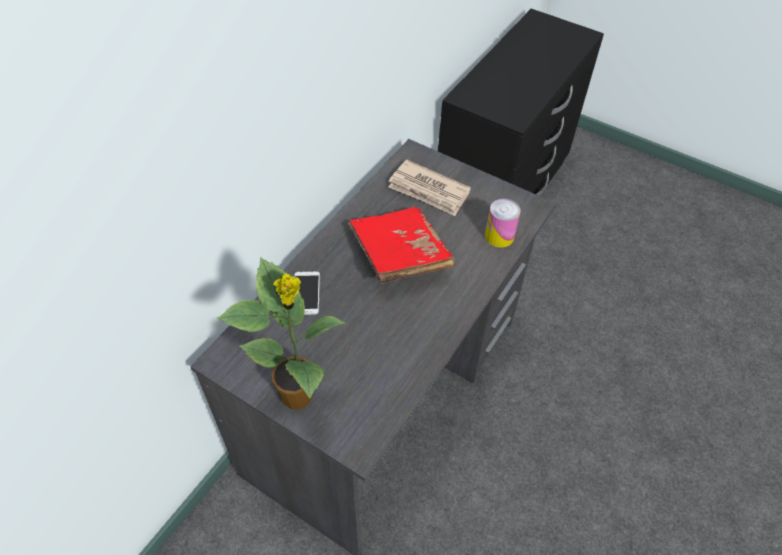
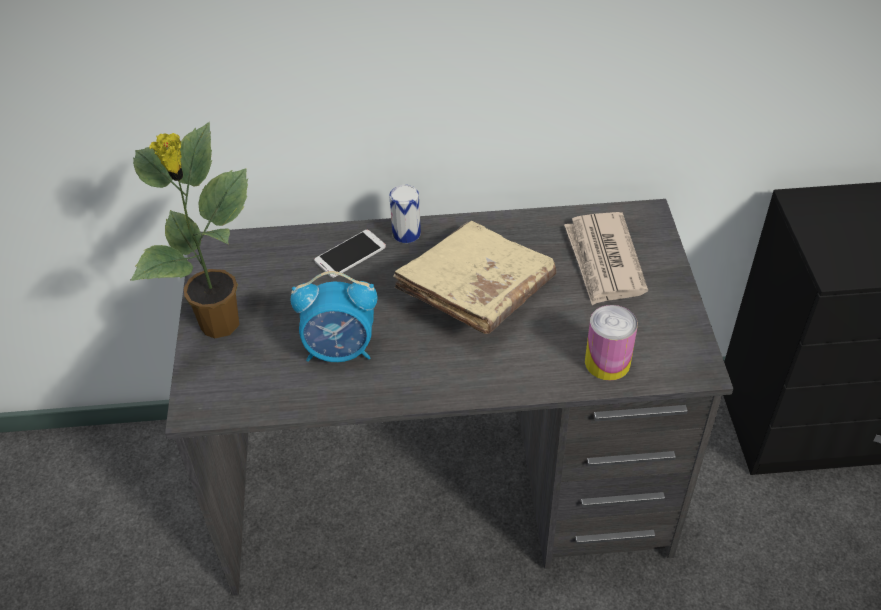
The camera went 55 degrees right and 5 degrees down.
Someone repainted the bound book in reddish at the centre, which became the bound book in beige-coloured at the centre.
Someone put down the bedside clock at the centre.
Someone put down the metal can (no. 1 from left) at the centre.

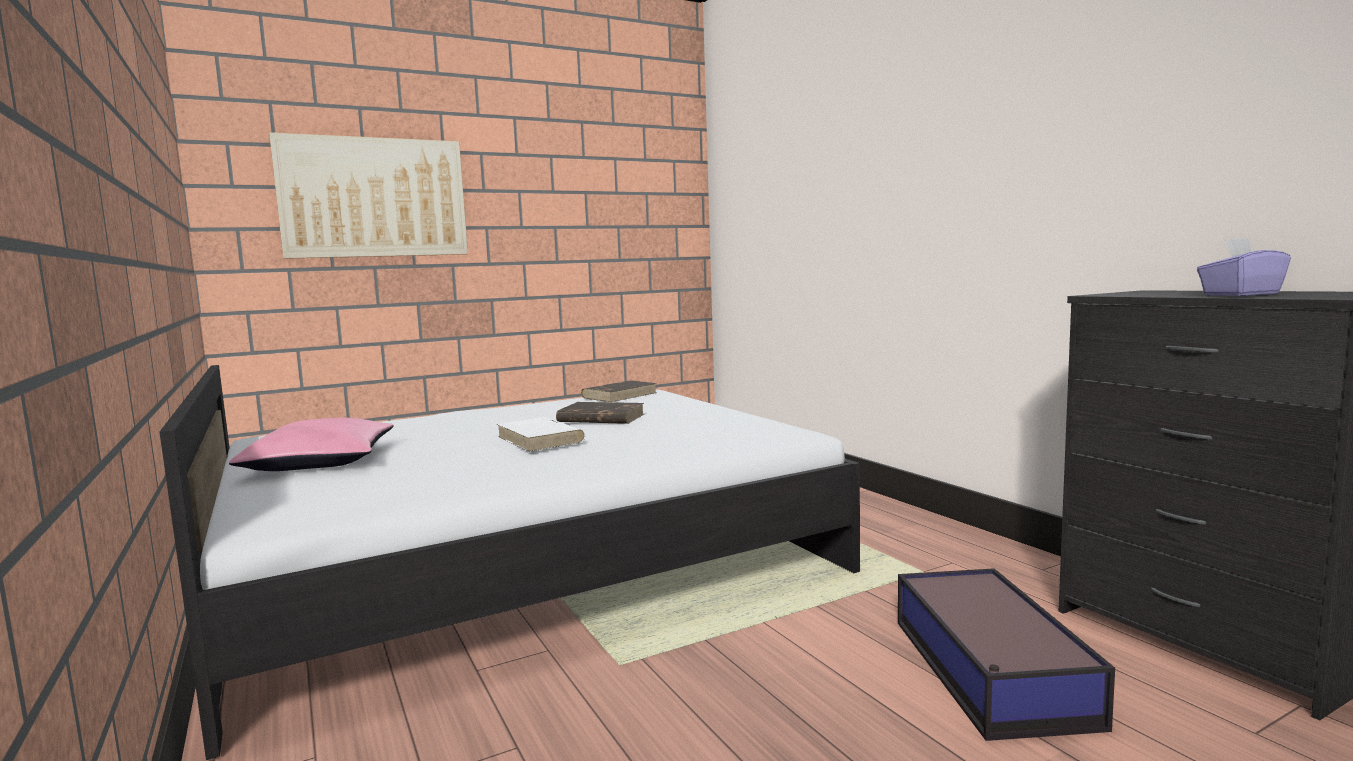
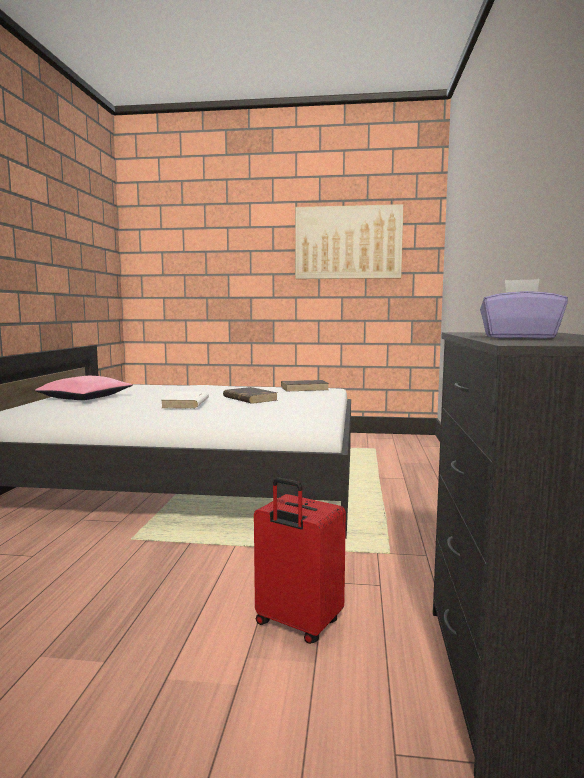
The camera went 35 degrees right and 0 degrees up.
Someone carried the wall picture from the top left to the top centre.
Someone swapped the storage container at the bottom right for the piece of luggage in reddish at the bottom centre.

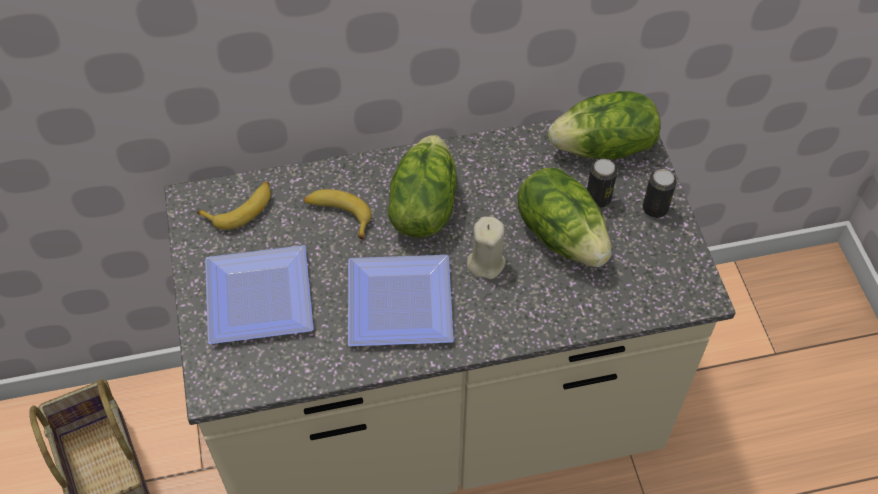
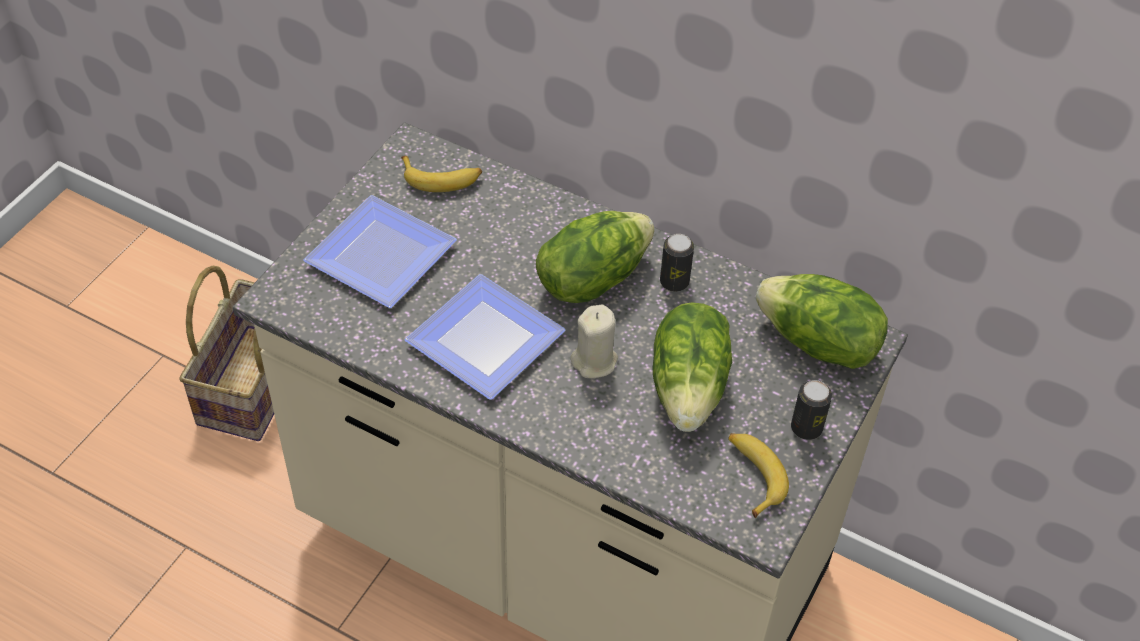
The camera went 40 degrees right and 5 degrees down.
Someone carried the banana (no. 2 from left) from the centre to the bottom centre.
Someone carried the metal can (no. 1 from left) from the middle right to the centre.

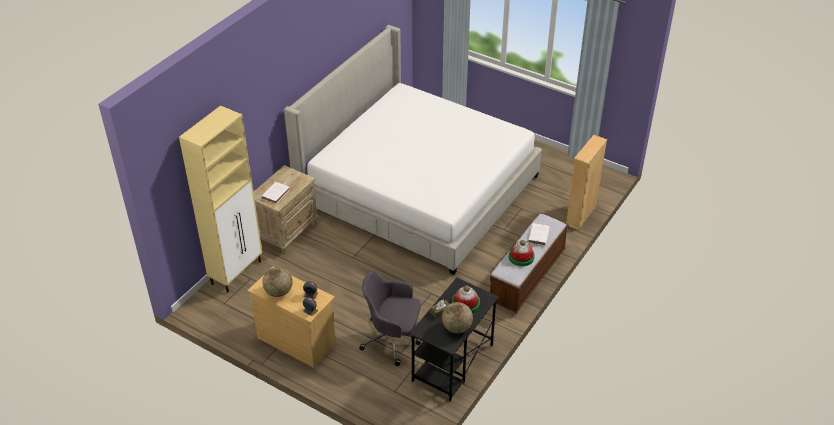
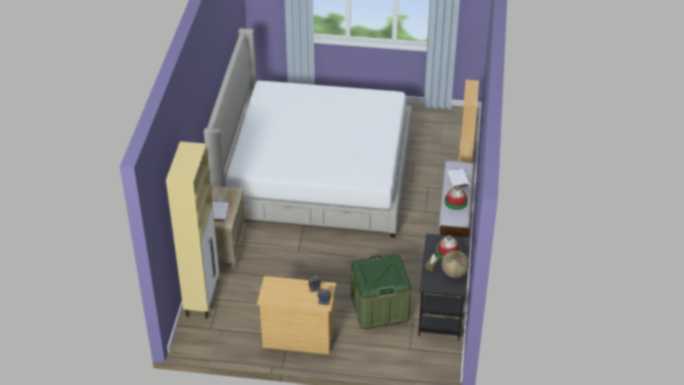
The camera went 25 degrees left and 0 degrees up.
Someone took away the world globe (no. 1 from left) at the middle left.
Someone swapped the office chair in grey at the bottom centre for the storage container in green-coloured at the bottom centre.

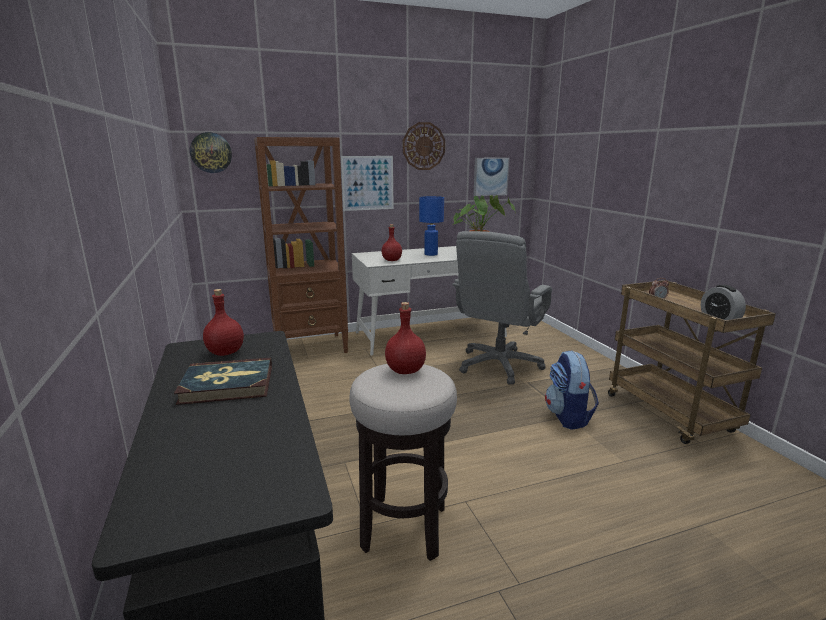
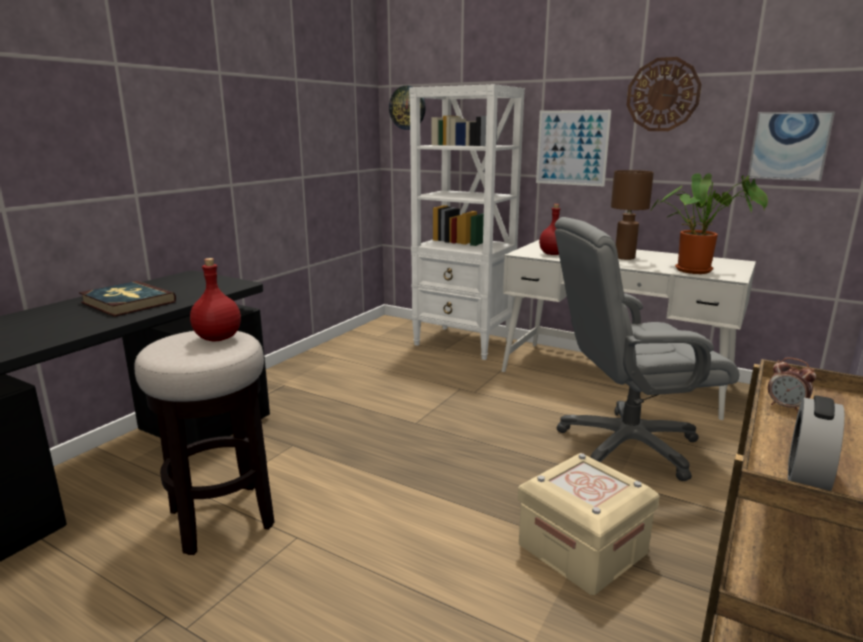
The camera went 50 degrees right and 0 degrees up.
Someone took away the beverage bottle in reddish (no. 1 from left) at the middle left.
Someone repainted the bookshelf in brown-coloured at the centre, which became the bookshelf in white at the centre.
Someone repainted the table lamp in blue-coloured at the centre, which became the table lamp in brown-coloured at the middle right.
Someone swapped the knapsack at the middle right for the storage container in beige-coloured at the bottom right.

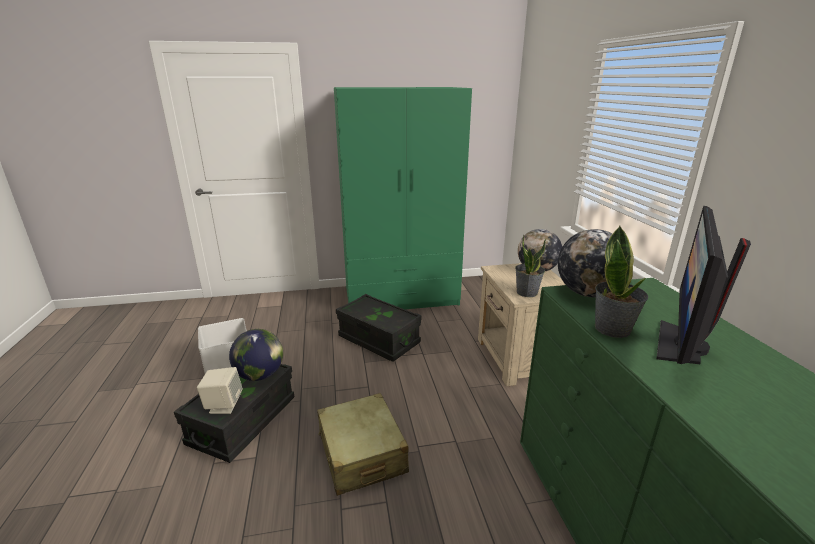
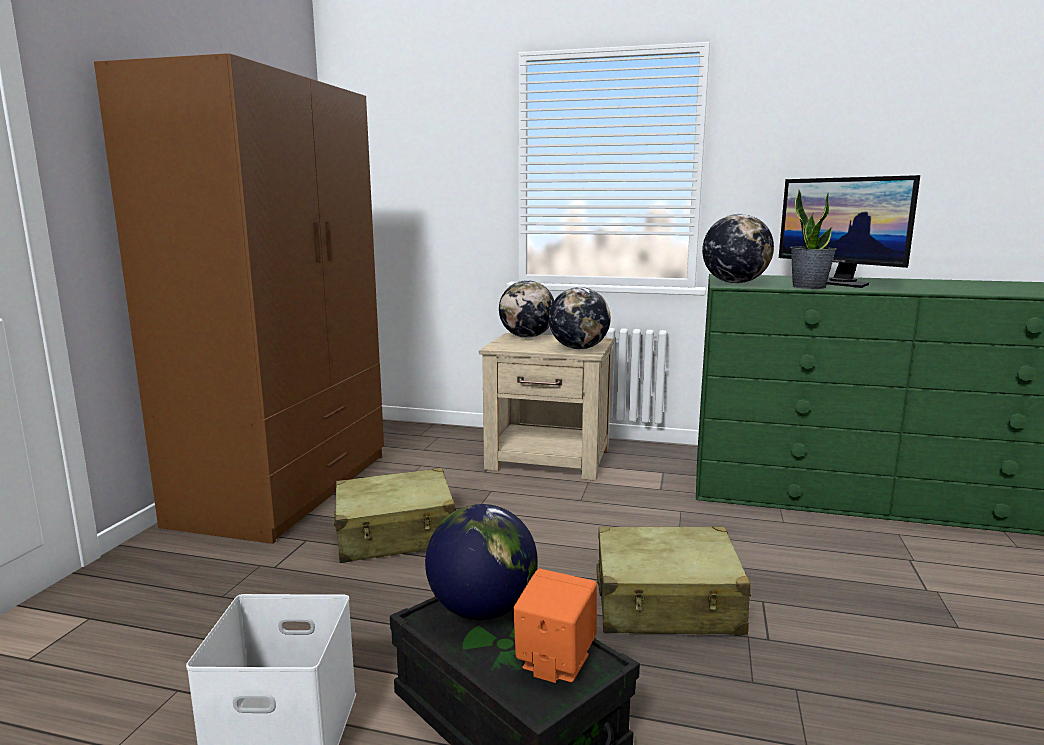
The camera went 65 degrees left and 10 degrees down.
Someone repainted the speaker in beige-coloured at the bottom left, which became the speaker in orange-coloured at the bottom centre.
Someone repainted the clothes cupboard in green-coloured at the centre, which became the clothes cupboard in brown-coloured at the middle left.
Someone swapped the storage container in blackish (no. 2 from left) at the centre for the piece of luggage in beige-coloured (no. 1 from left) at the bottom centre.
Someone swapped the houseplant (no. 1 from left) at the centre for the world globe (no. 3 from left) at the centre.

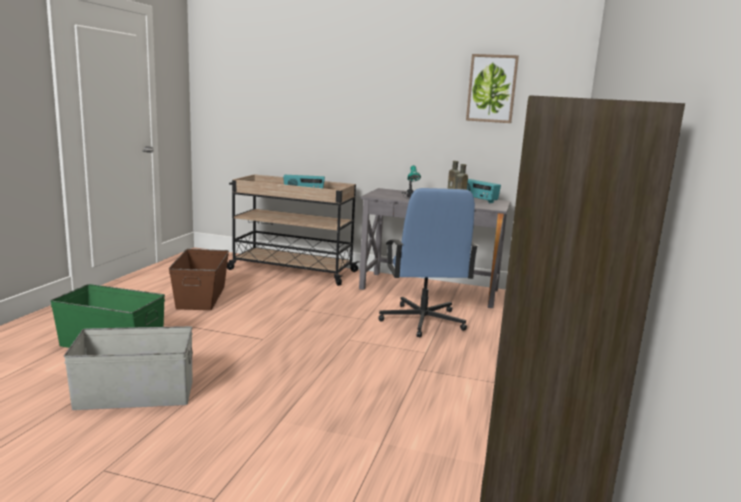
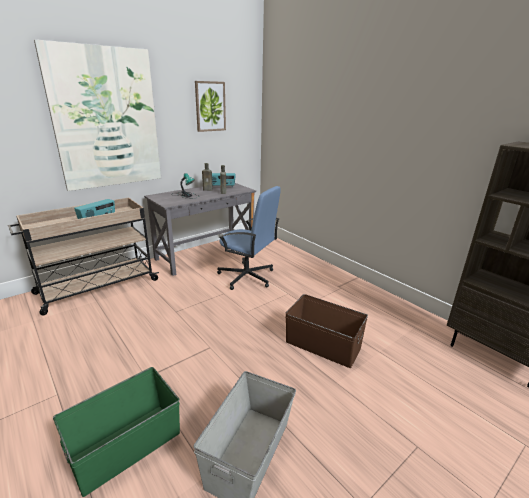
The camera went 55 degrees left and 10 degrees up.
Someone carried the storage container in brown-coloured from the middle left to the centre.
Someone put up the wall picture (no. 1 from left) at the top left.

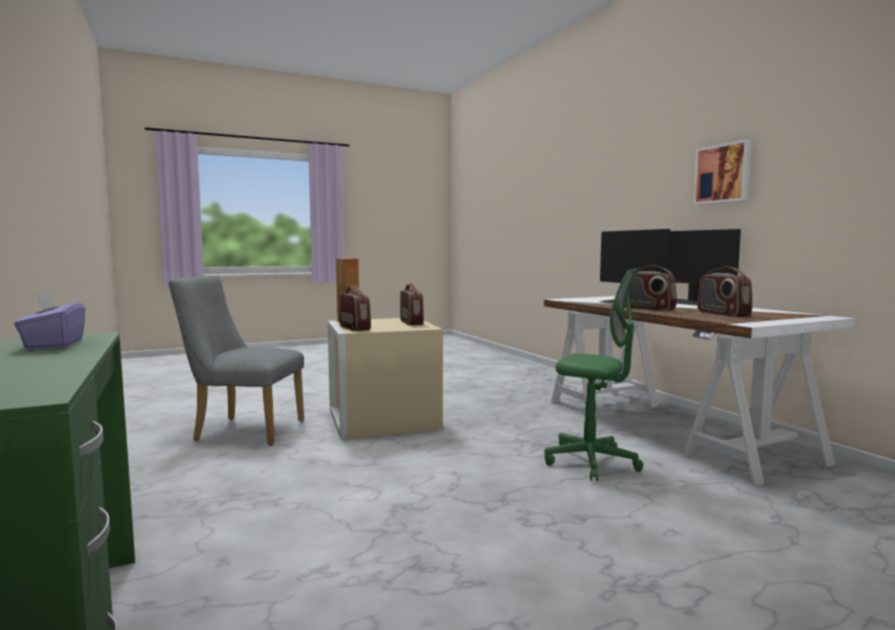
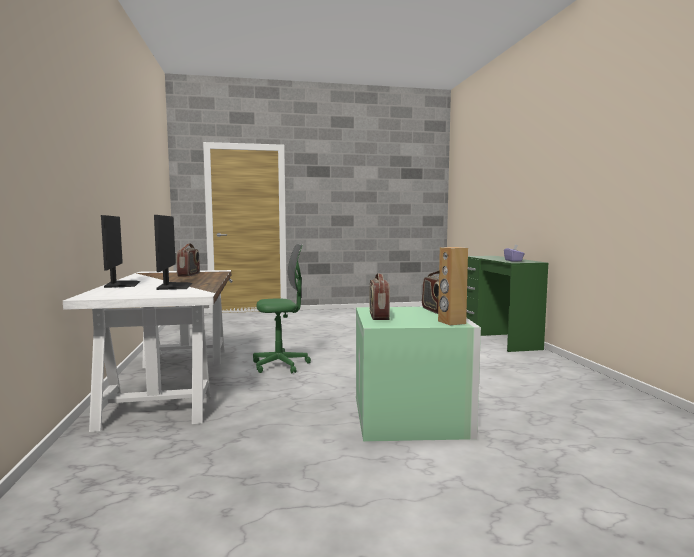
The camera went 165 degrees left and 0 degrees up.
Someone took away the upright chair in grey at the middle left.
Someone repainted the storage container in beige-coloured at the centre, which became the storage container in green-coloured at the bottom centre.
Someone rotated the office chair in green-coloured at the centre by 120 degrees clockwise.
Someone took away the radio (no. 3 from left) at the middle right.
Someone took away the wall picture at the top right.

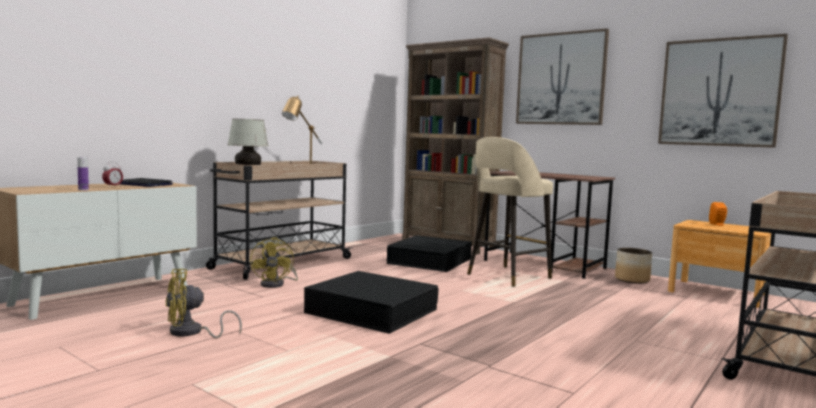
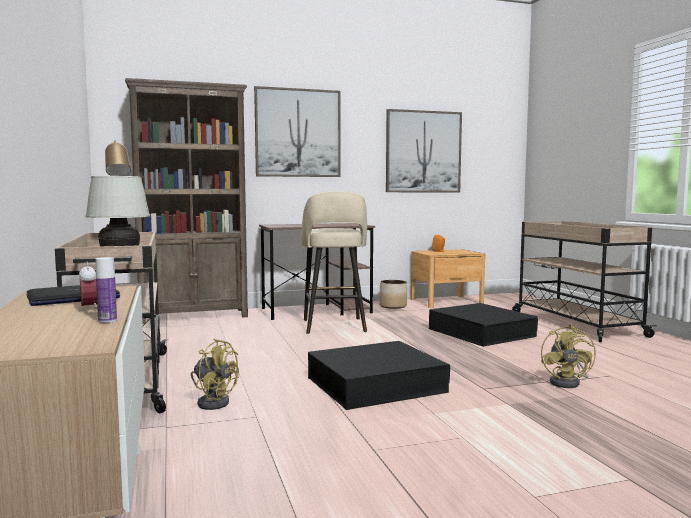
The camera went 55 degrees left and 0 degrees up.
Someone carried the cooling fan in yellow-coloured (no. 1 from left in the first image) from the bottom left to the bottom right.
Someone carried the storage container in blackish (no. 2 from left) from the centre to the middle right.

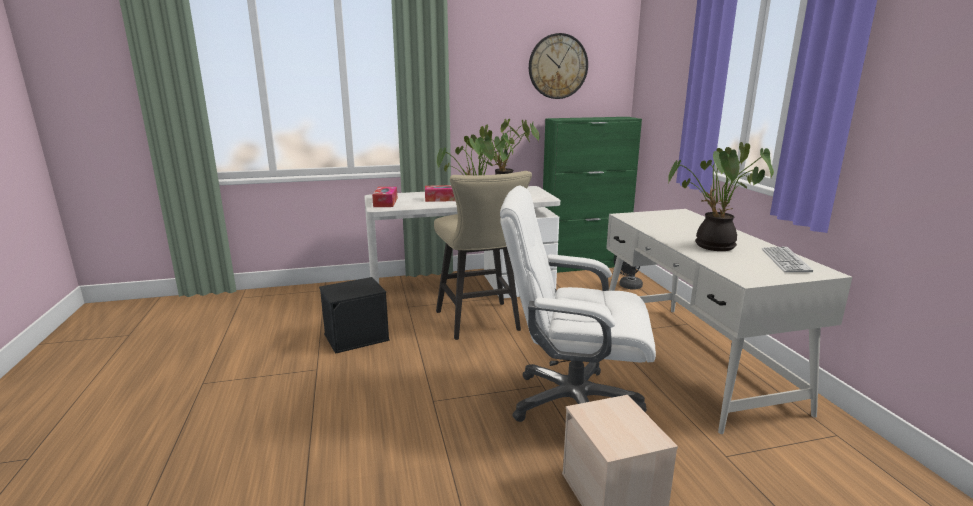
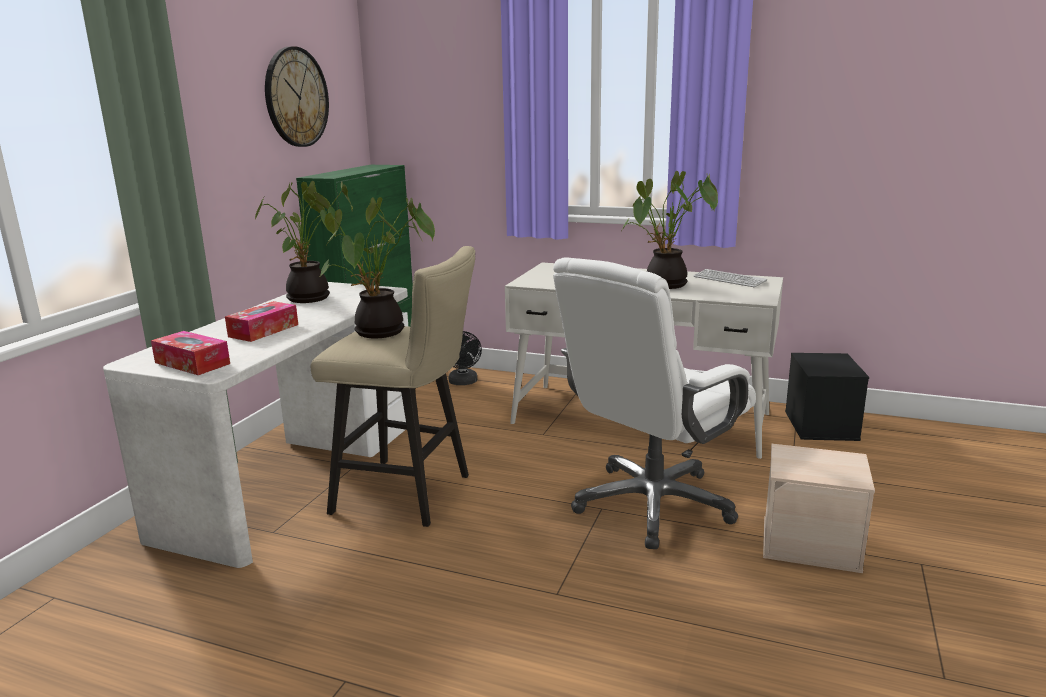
The camera went 55 degrees left and 0 degrees up.
Someone carried the storage container in blackish from the centre to the middle right.

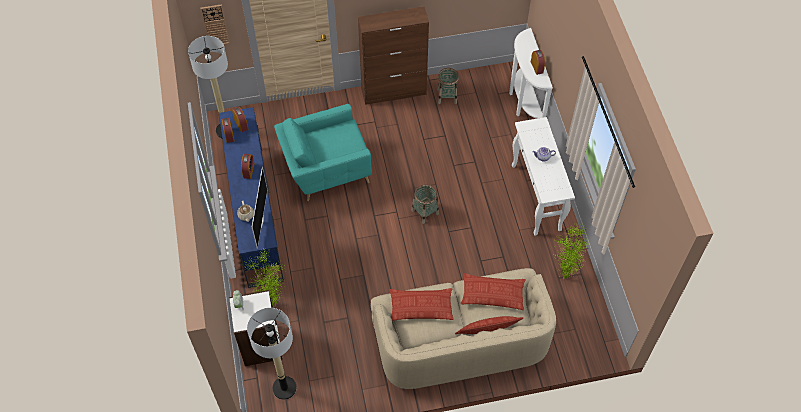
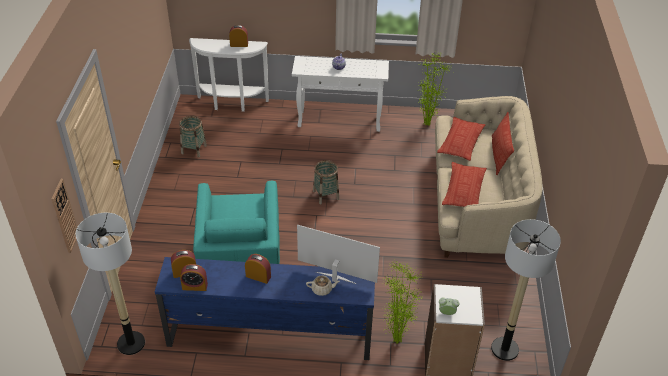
The camera went 75 degrees left and 15 degrees down.
Someone took away the cabinet in brown-coloured at the top centre.

